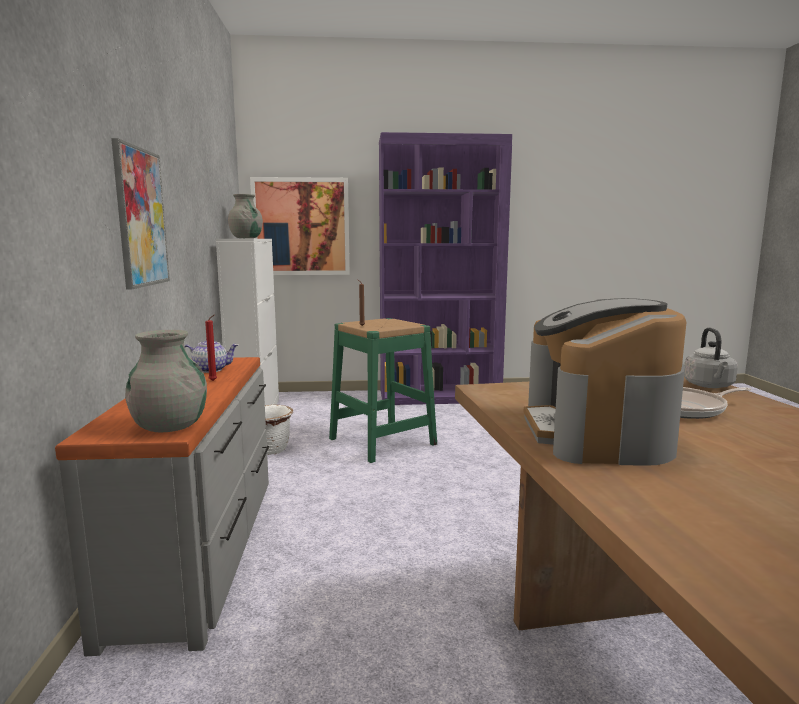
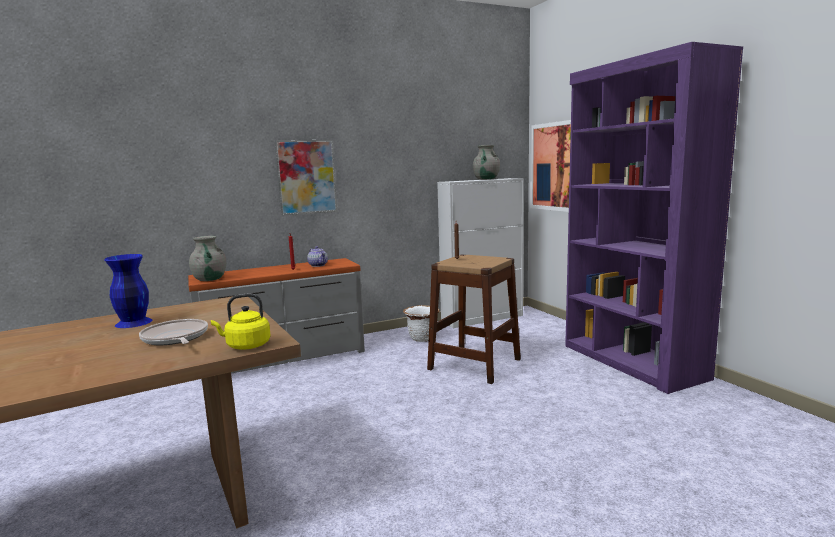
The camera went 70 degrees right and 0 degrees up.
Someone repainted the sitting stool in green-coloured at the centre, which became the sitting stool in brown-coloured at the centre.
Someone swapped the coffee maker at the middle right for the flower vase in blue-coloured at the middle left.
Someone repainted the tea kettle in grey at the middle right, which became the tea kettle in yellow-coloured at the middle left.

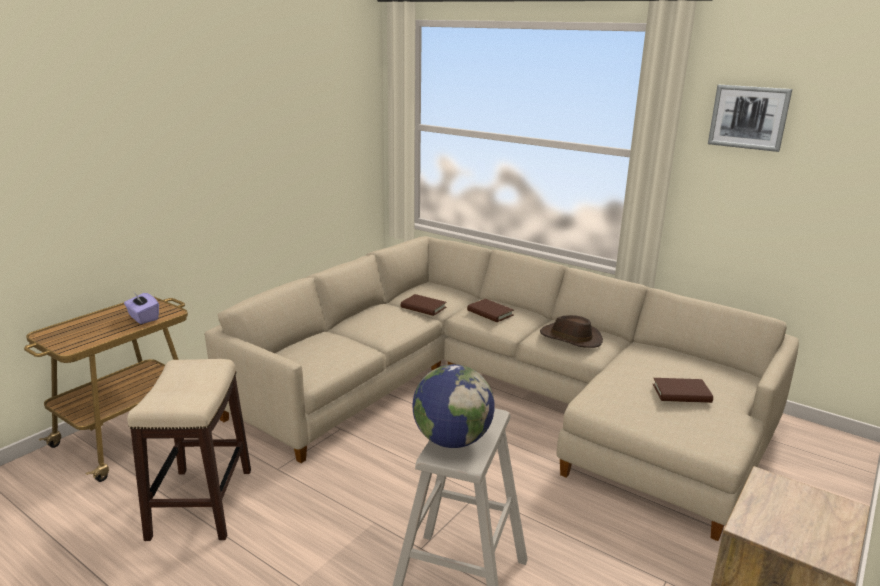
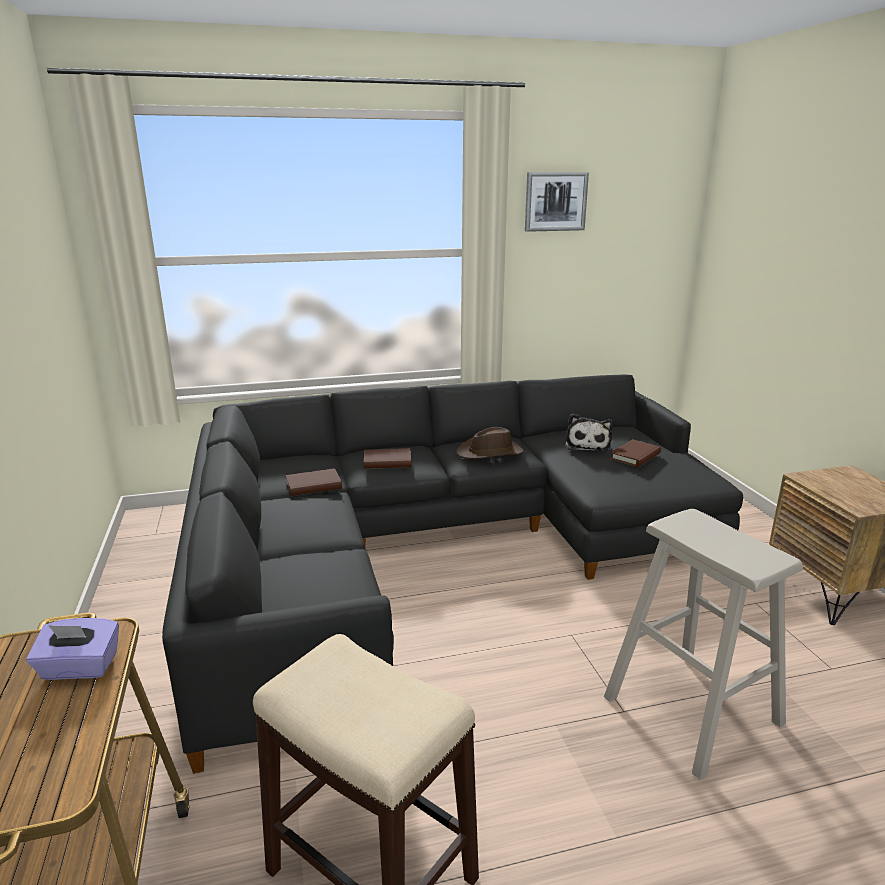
The camera went 50 degrees left and 0 degrees up.
Someone repainted the couch in beige-coloured at the centre, which became the couch in blackish at the centre.
Someone took away the world globe at the bottom centre.
Someone put down the cuddly toy at the centre.

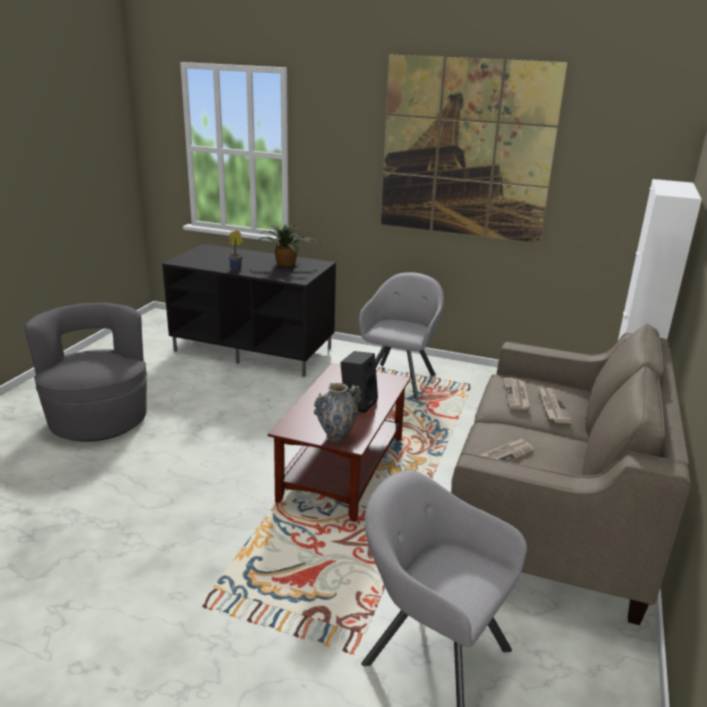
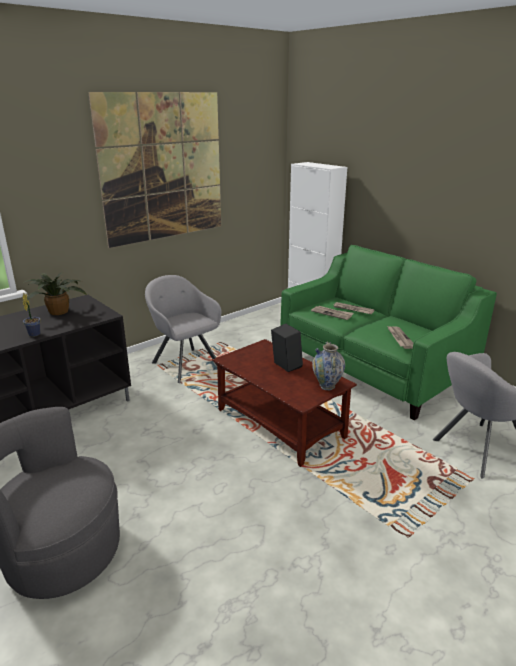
The camera went 60 degrees left and 0 degrees up.
Someone repainted the couch in beige-coloured at the bottom right, which became the couch in green-coloured at the middle right.

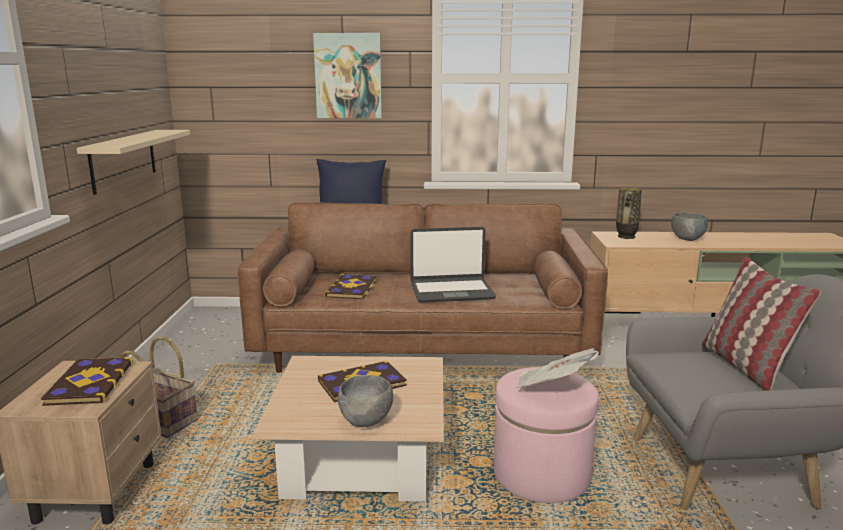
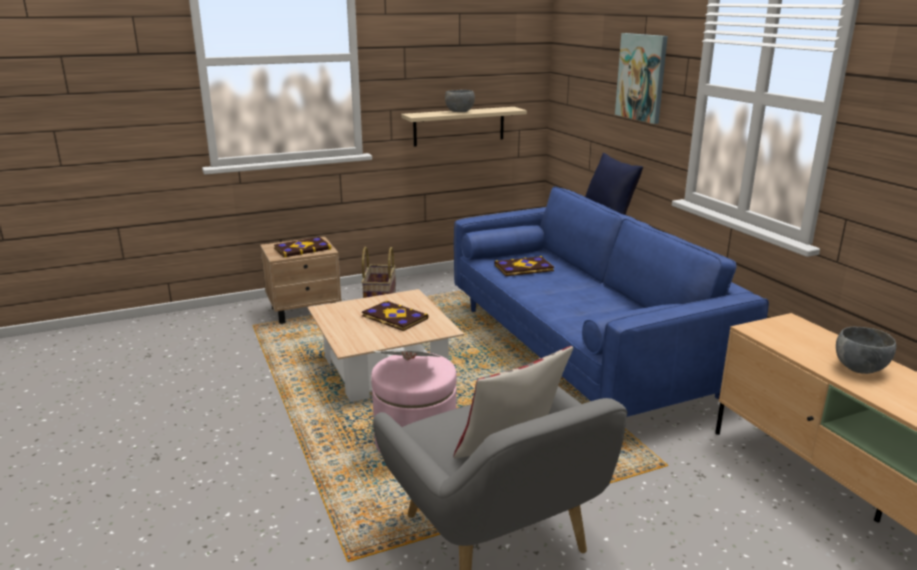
The camera went 65 degrees right and 5 degrees up.
Someone repainted the couch in brown-coloured at the centre, which became the couch in blue-coloured at the centre.
Someone carried the deep dish in grey (no. 1 from left) from the bottom centre to the top centre.
Someone took away the portable computer at the centre.
Someone took away the flower vase at the middle right.

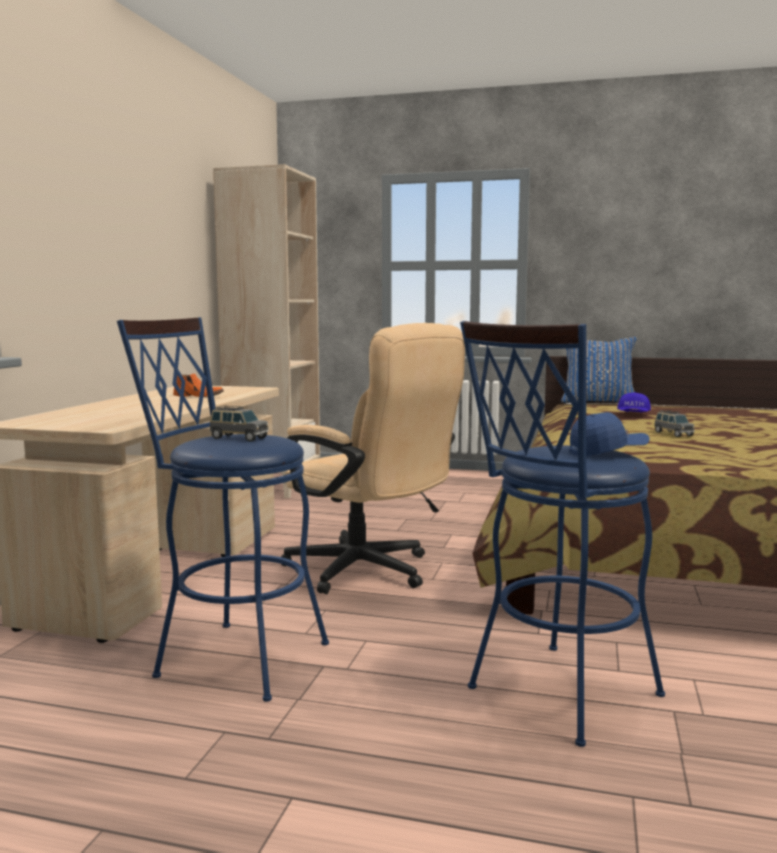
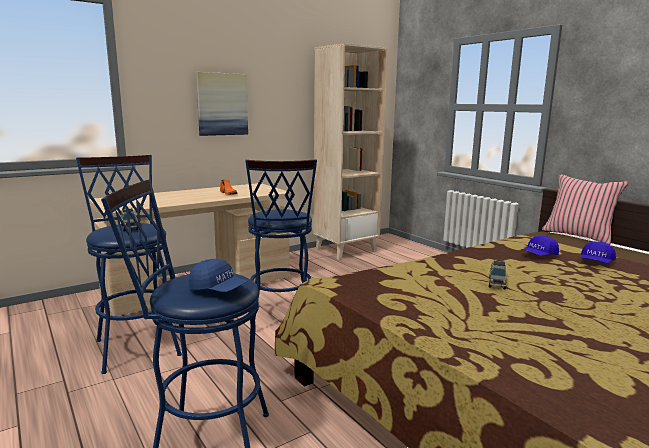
The camera went 40 degrees right and 5 degrees up.
Someone swapped the office chair in beige-coloured at the centre for the sitting stool in blue-coloured (no. 3 from left) at the centre.
Someone repainted the throw pillow in blue-coloured at the middle right, which became the throw pillow in pink at the middle right.
Someone put up the wall picture at the top centre.
Someone put down the cap in blue-coloured (no. 3 from left) at the middle right.

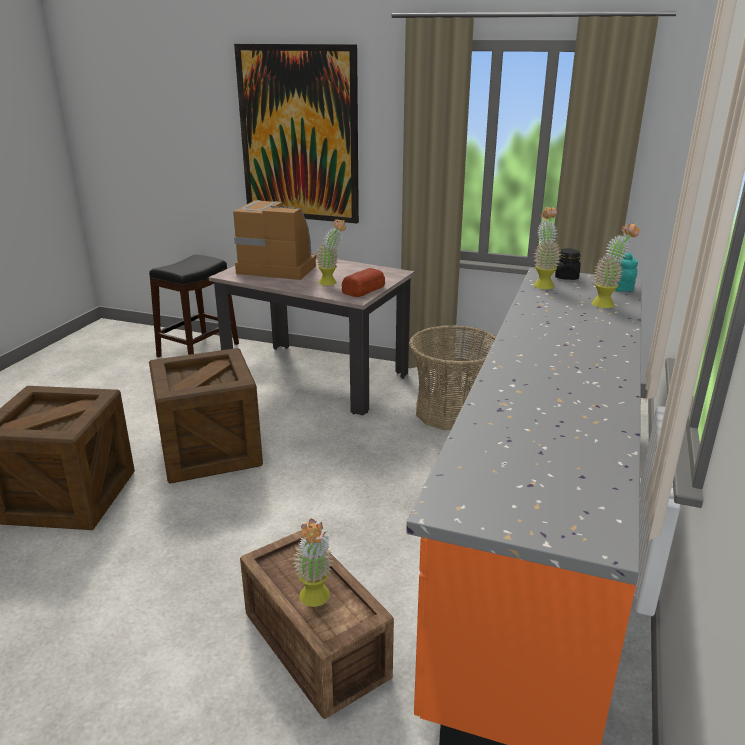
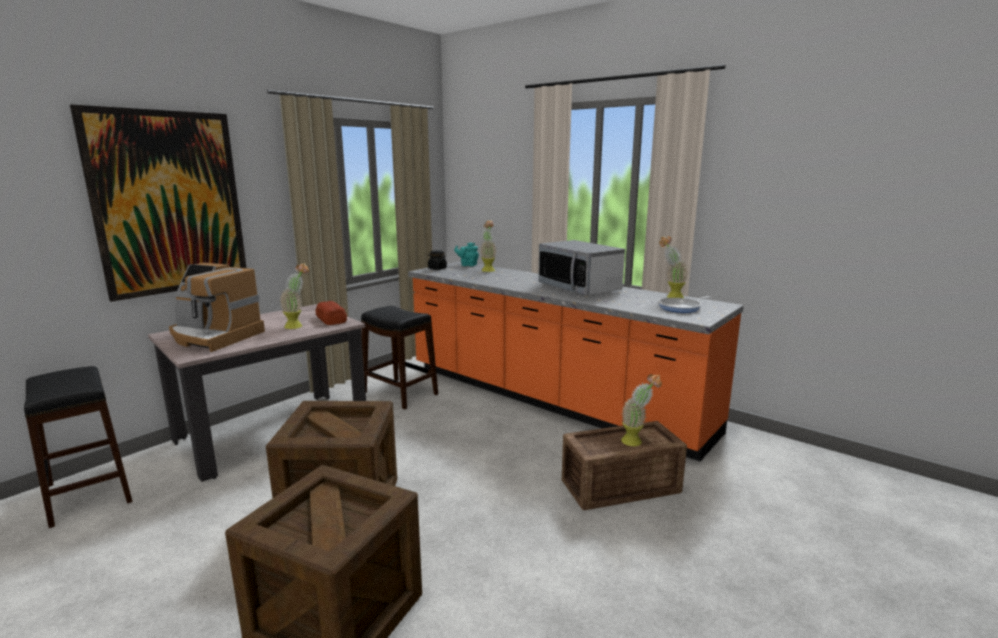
The camera went 70 degrees left and 10 degrees down.
Someone rotated the coffee maker at the top centre by 105 degrees counterclockwise.
Someone swapped the storage basket at the centre for the sitting stool in blackish (no. 2 from left) at the centre.
Someone carried the houseplant (no. 3 from left in the first image) from the top right to the middle right.
Someone put down the kitchen microwave at the centre.
Someone put down the pan at the middle right.

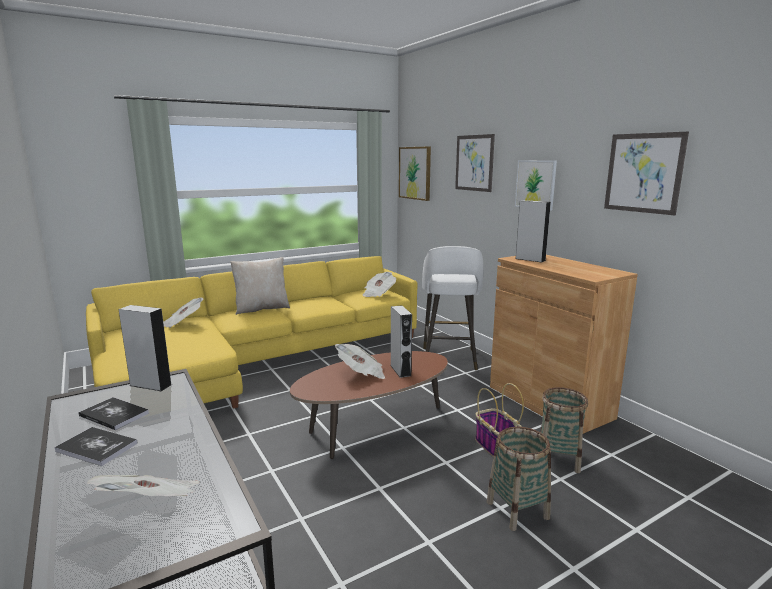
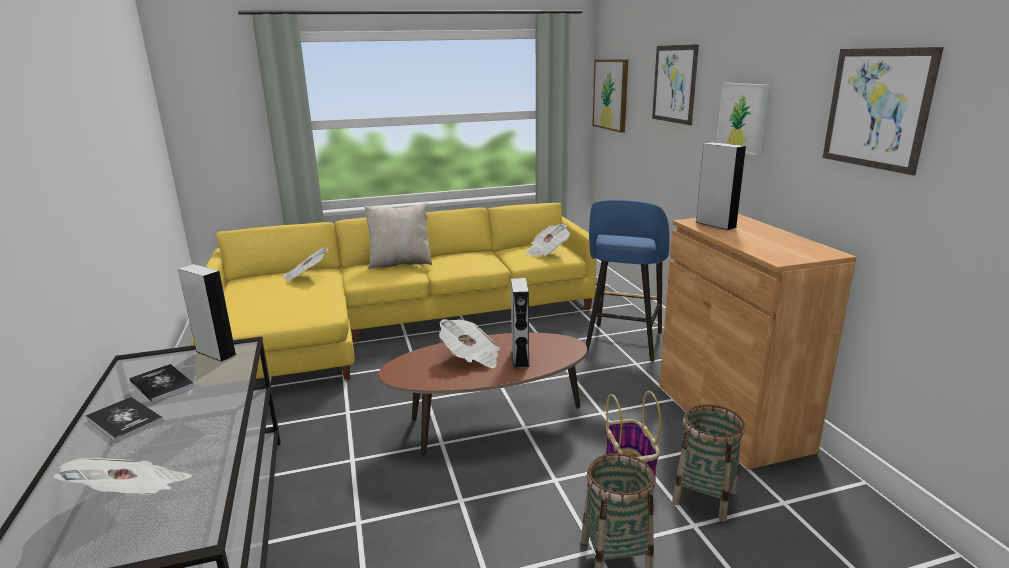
The camera went 15 degrees right and 5 degrees up.
Someone repainted the sitting stool in white at the centre, which became the sitting stool in blue-coloured at the centre.

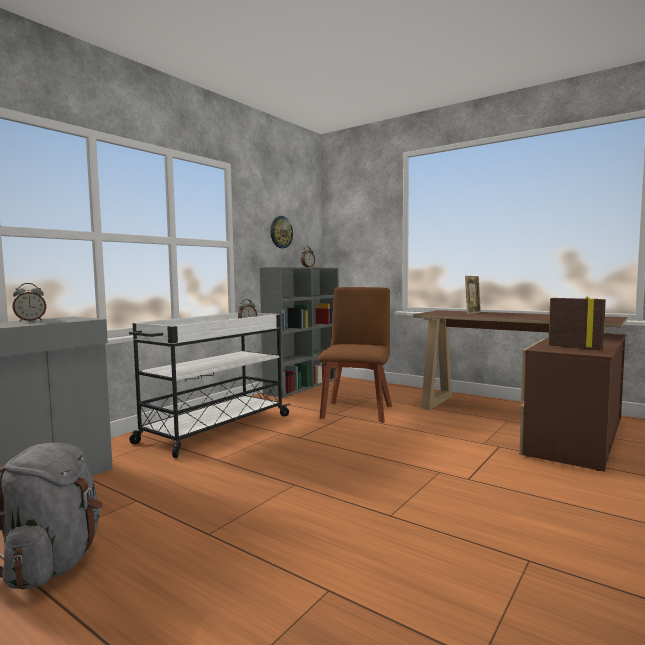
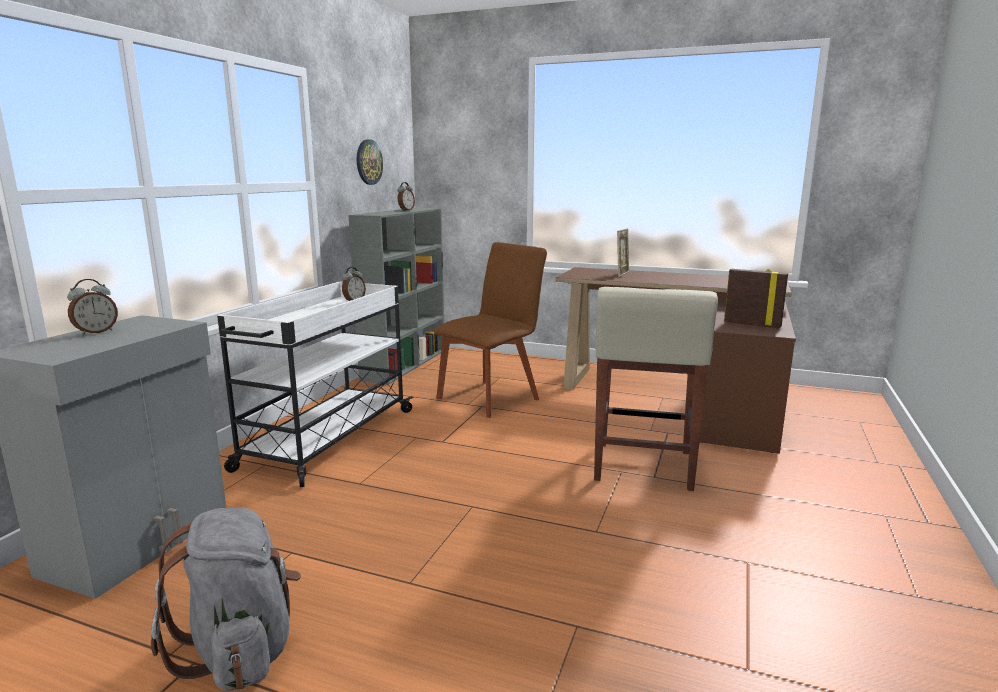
The camera went 15 degrees left and 10 degrees up.
Someone rotated the upright chair in brown-coloured at the centre by 45 degrees clockwise.
Someone put down the sitting stool in beige-coloured at the centre.

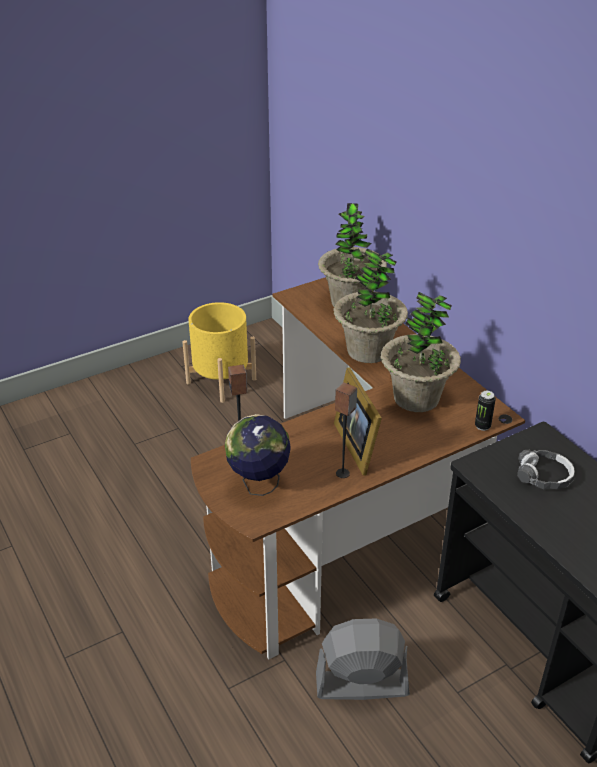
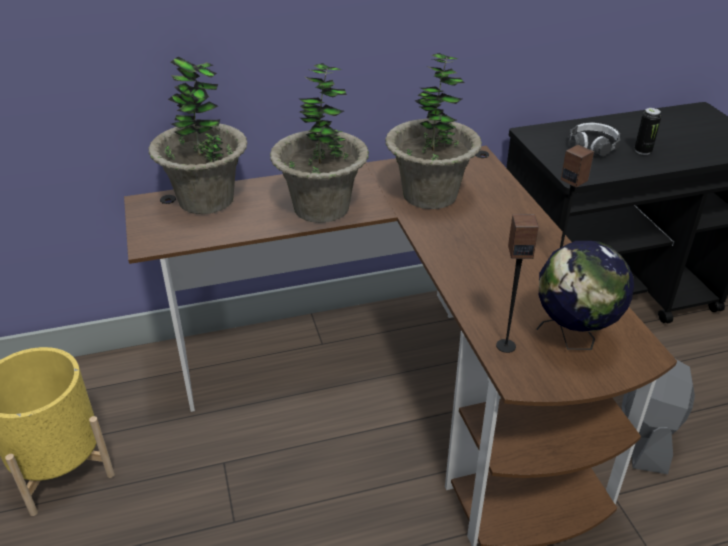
The camera went 75 degrees left and 0 degrees up.
Someone took away the standing frame at the centre.
Someone carried the metal can from the middle right to the top right.

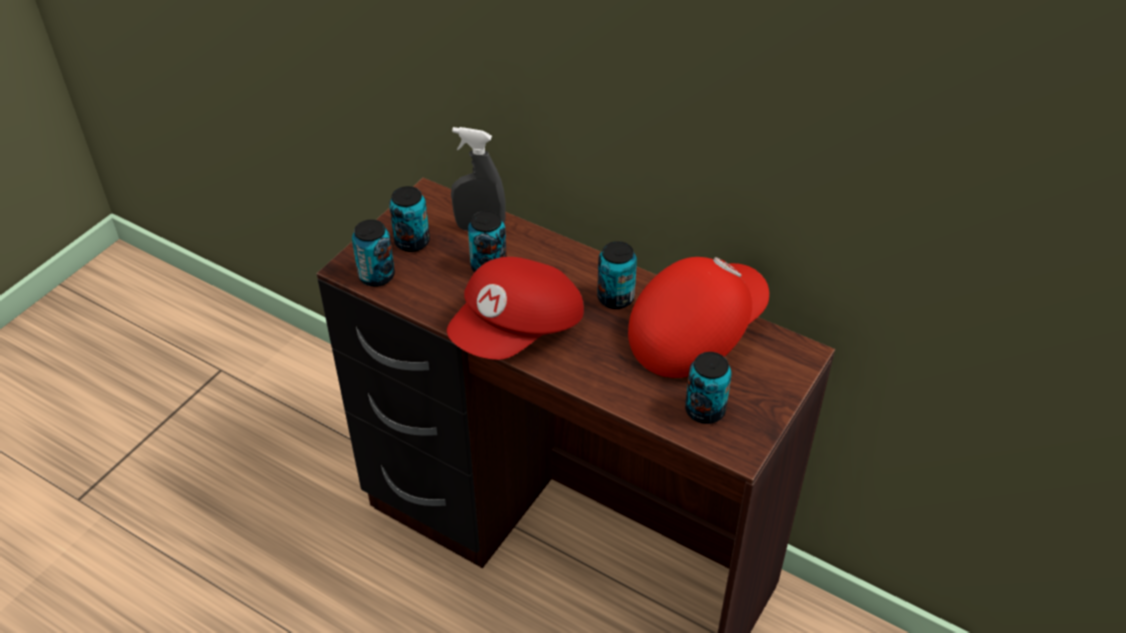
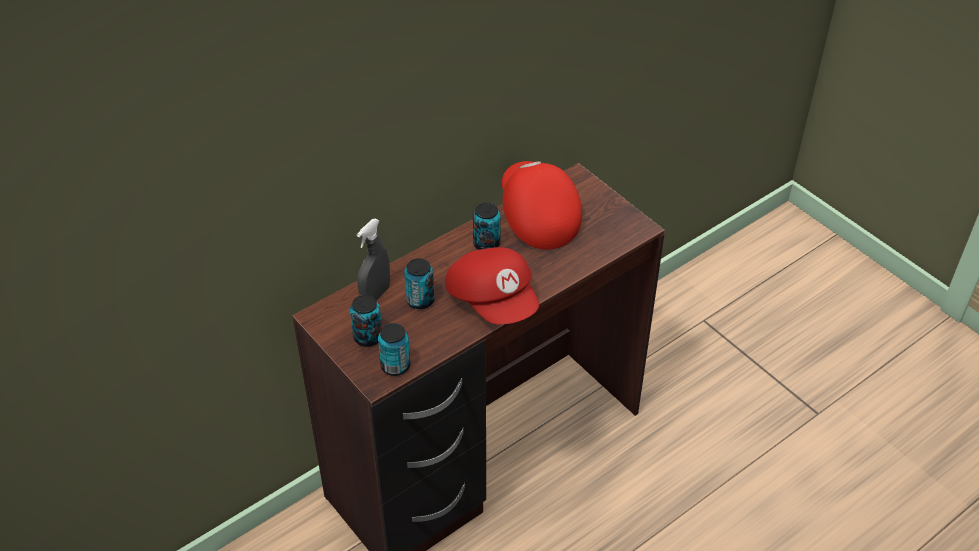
The camera went 70 degrees left and 0 degrees up.
Someone took away the metal can (no. 5 from left) at the centre.

